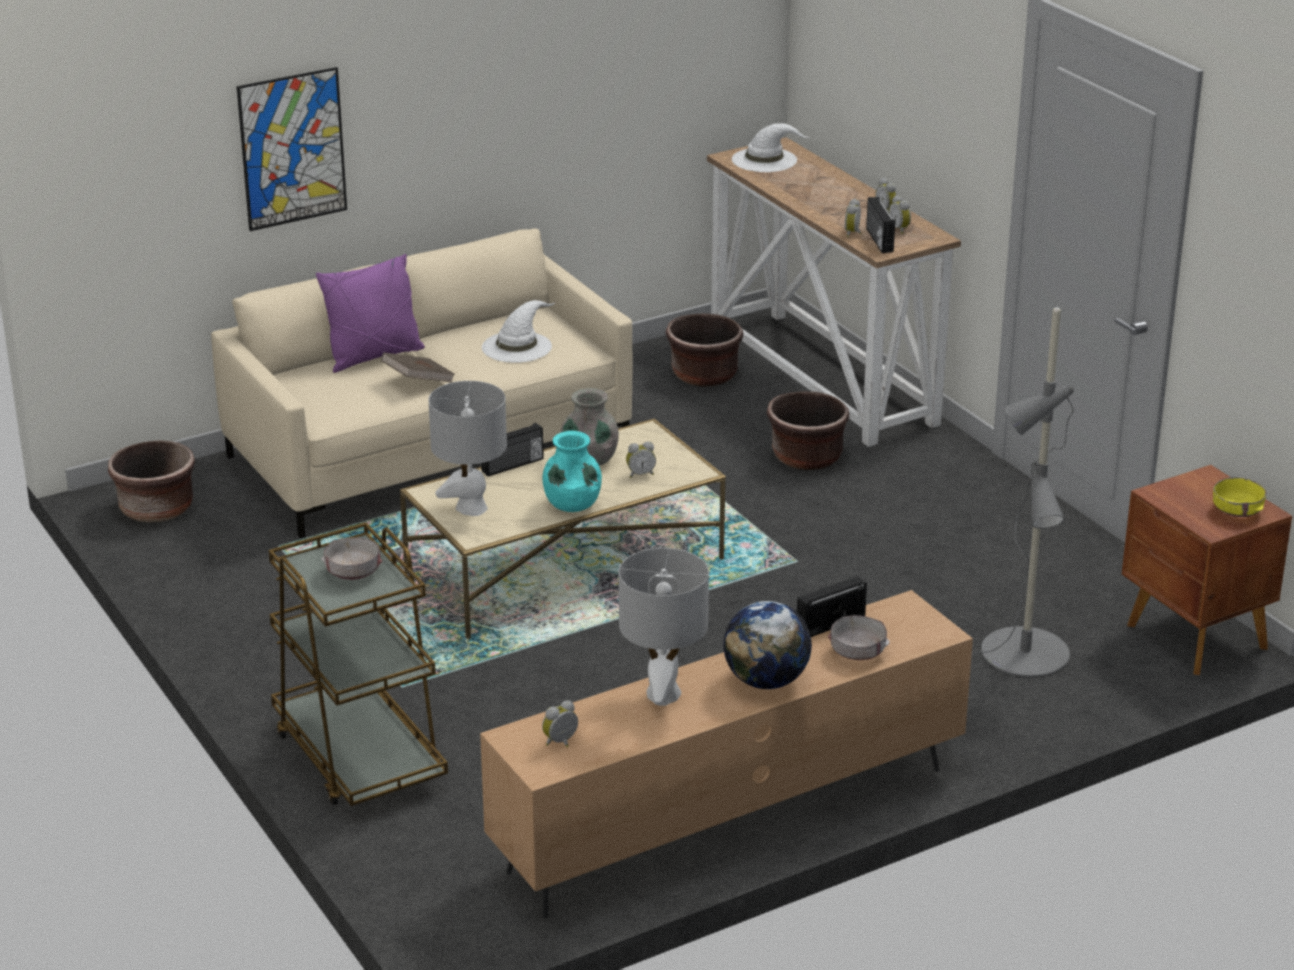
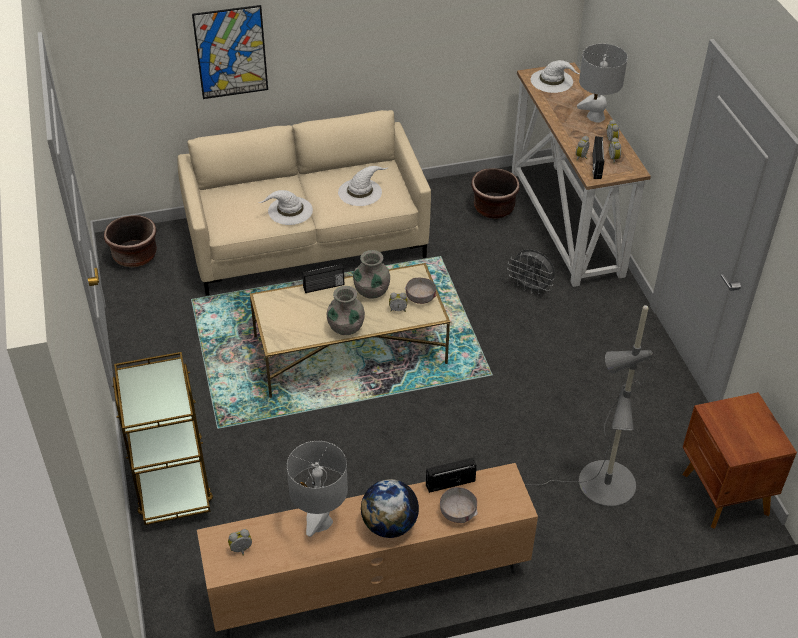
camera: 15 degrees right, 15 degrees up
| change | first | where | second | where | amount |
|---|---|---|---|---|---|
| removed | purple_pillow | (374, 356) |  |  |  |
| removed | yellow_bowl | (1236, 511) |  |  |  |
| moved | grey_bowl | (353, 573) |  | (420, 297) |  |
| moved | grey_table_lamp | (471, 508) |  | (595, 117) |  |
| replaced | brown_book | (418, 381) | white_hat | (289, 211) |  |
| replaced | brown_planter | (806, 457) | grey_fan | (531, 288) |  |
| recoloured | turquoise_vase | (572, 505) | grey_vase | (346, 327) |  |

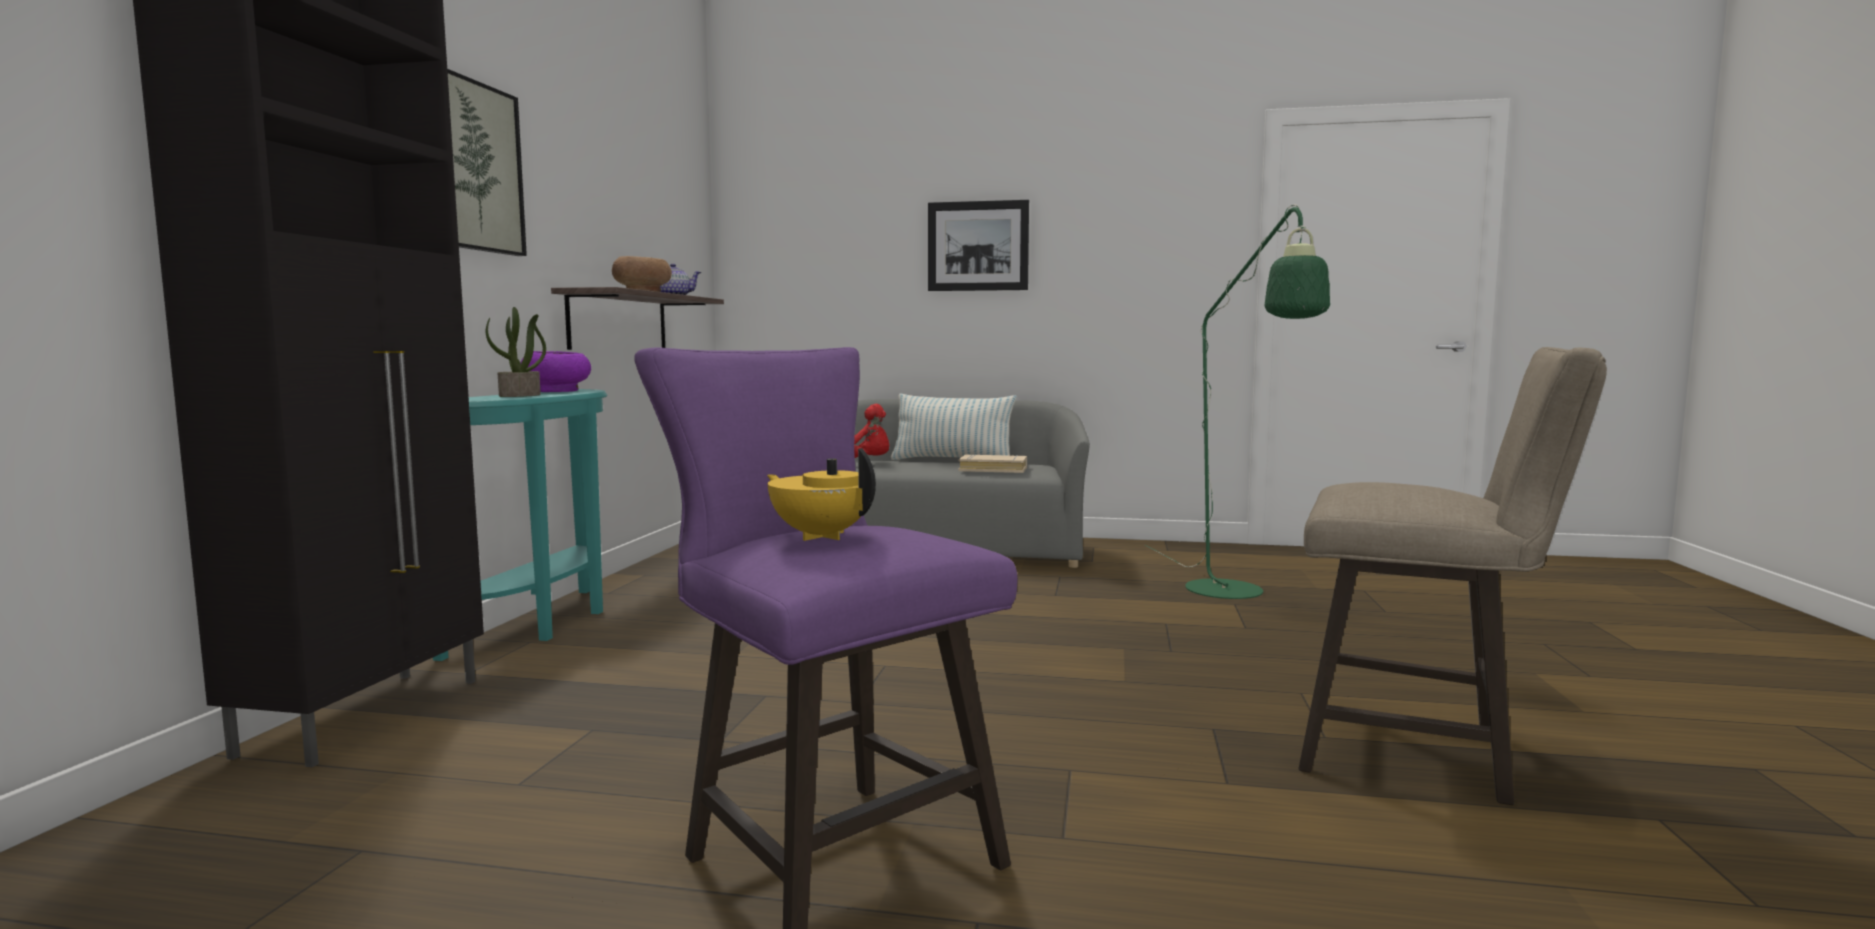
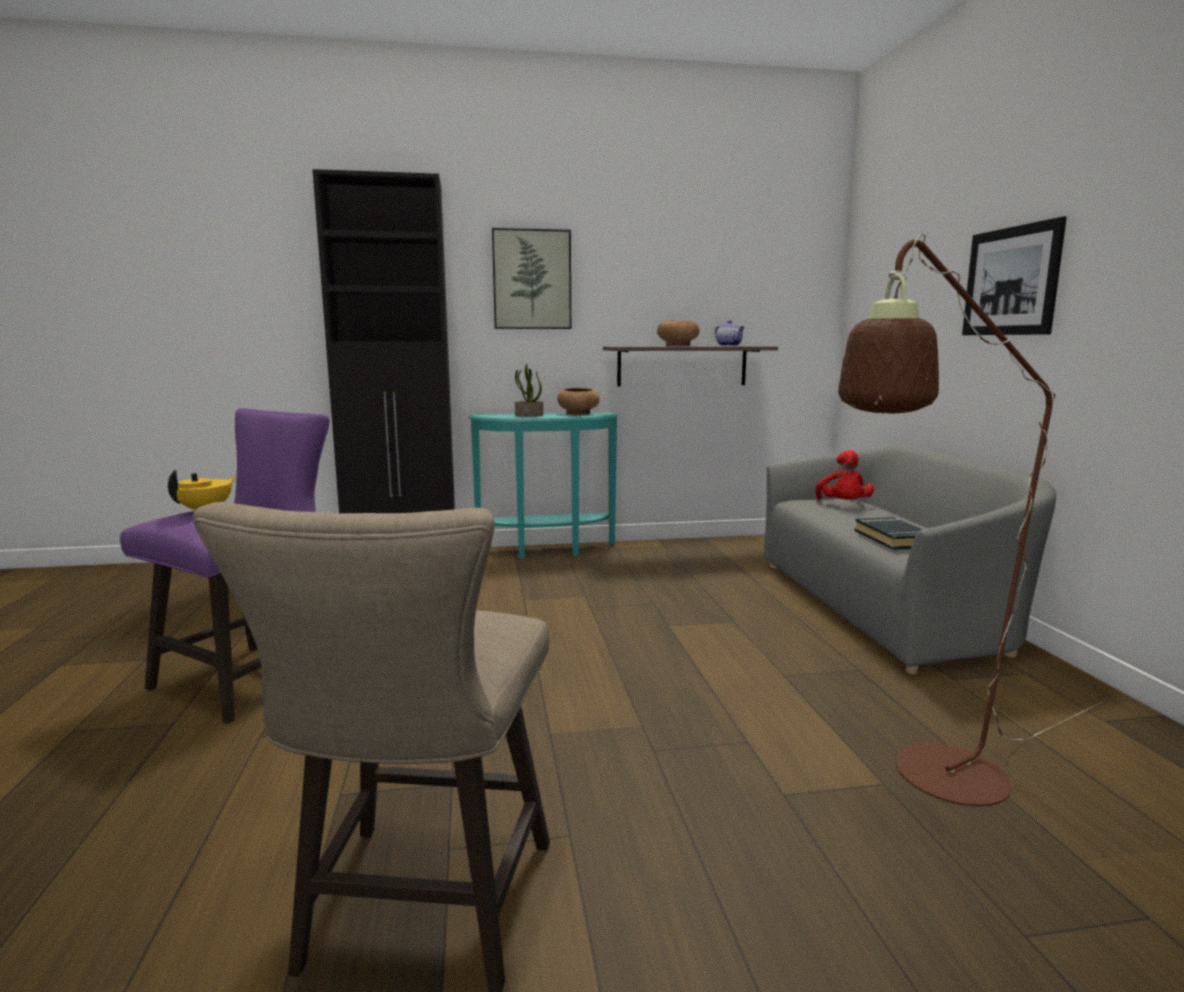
camera: 70 degrees right, 5 degrees up
| change | first | where | second | where | amount |
|---|---|---|---|---|---|
| removed | pillow | (952, 461) |  |  |  |
| recoloured | purple_bowl | (558, 391) | brown_bowl | (578, 414) |  |
| recoloured | beige_book | (993, 469) | black_book | (893, 539) |  |
| recoloured | green_floor_lamp | (1234, 594) | brown_floor_lamp | (934, 782) |  |

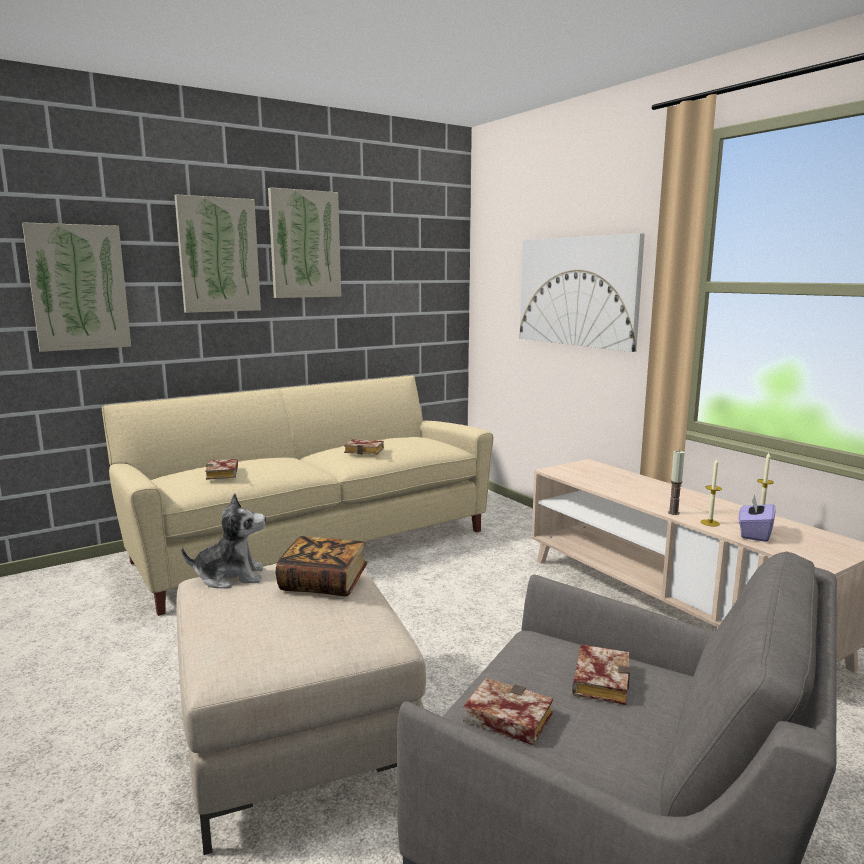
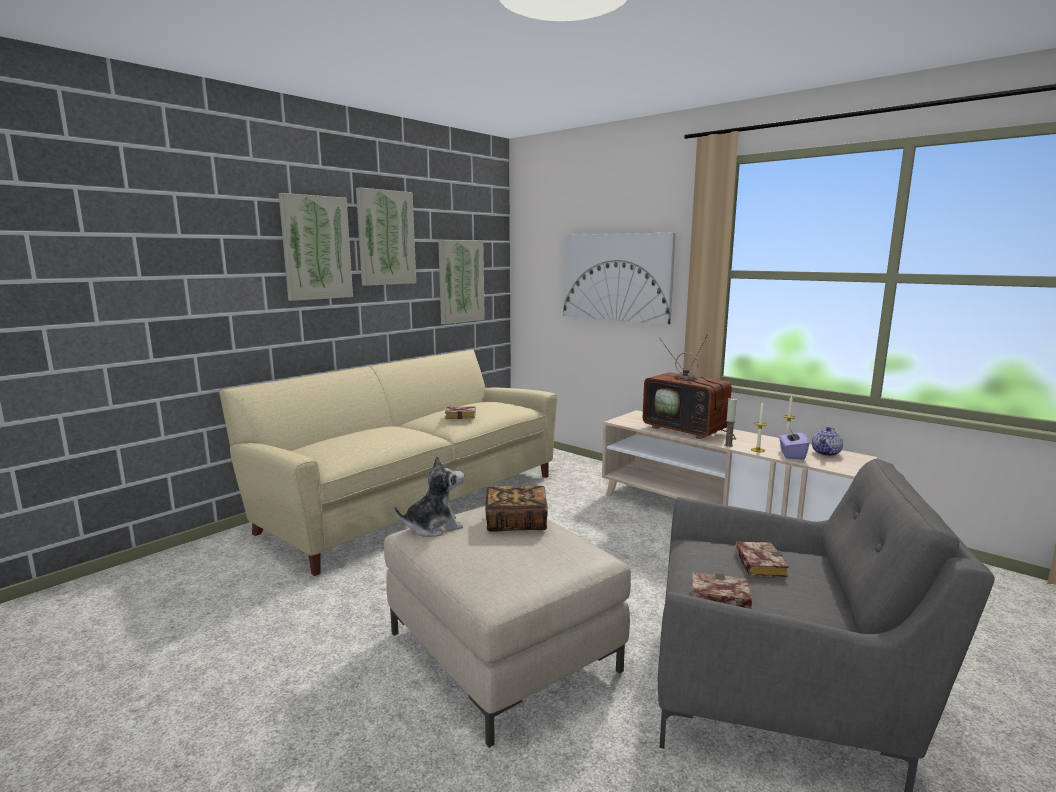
camera: 15 degrees left, 0 degrees up
| change | first | where | second | where | amount |
|---|---|---|---|---|---|
| removed | book | (223, 474) |  |  |  |
| added |  |  | television | (688, 430) |  |
| added |  |  | teapot | (826, 453) |  |
| moved | picture | (78, 287) |  | (460, 281) |  |

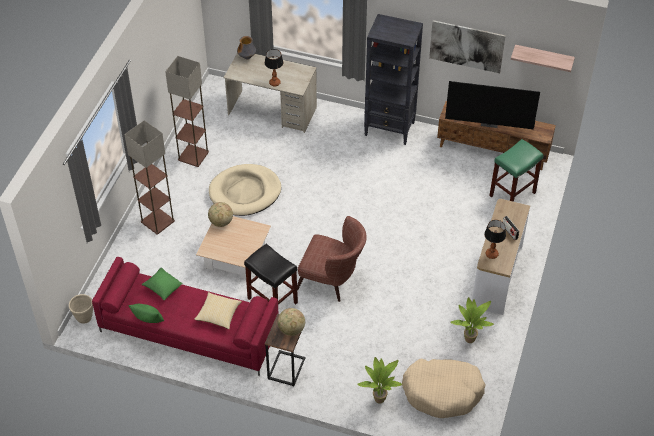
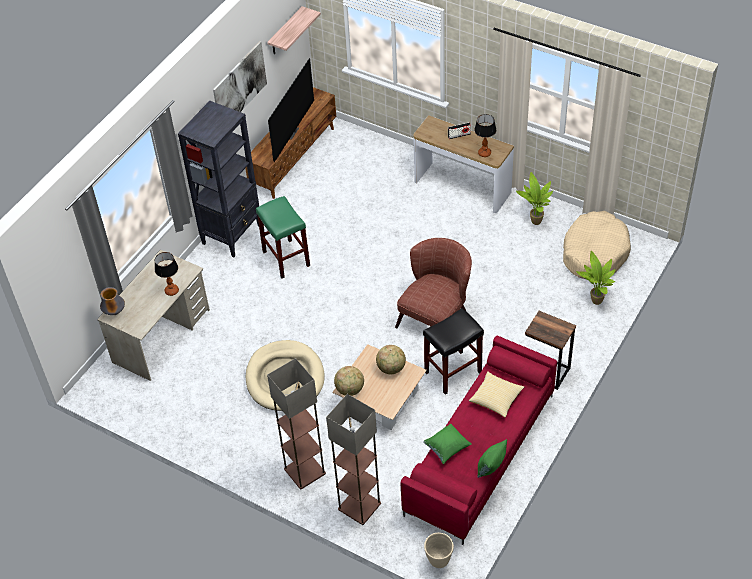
camera: 75 degrees left, 0 degrees up
| change | first | where | second | where | amount |
|---|---|---|---|---|---|
| moved | floor_lamp | (193, 155) |  | (358, 506) |  |
| moved | globe | (291, 330) |  | (391, 368) |  |
| moved | green_stool | (512, 194) |  | (285, 258) |  |

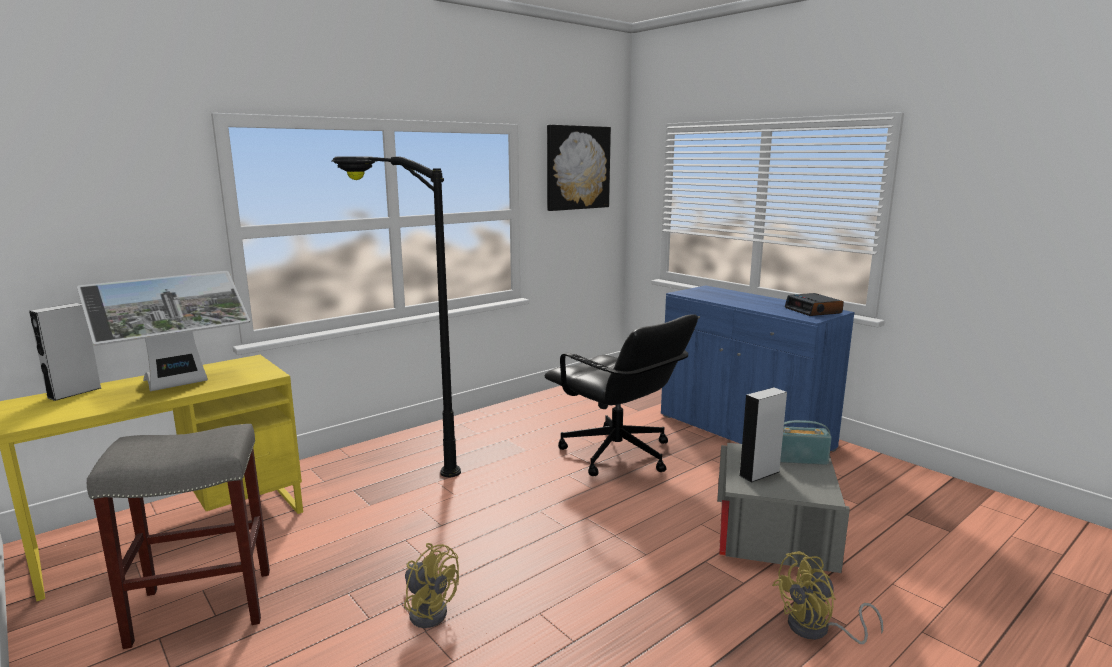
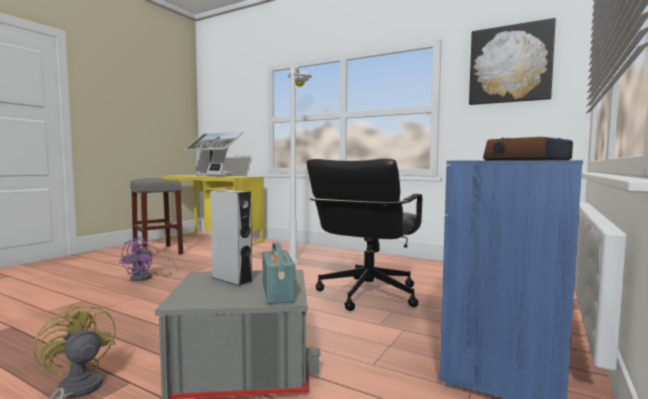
camera: 70 degrees right, 10 degrees down
| change | first | where | second | where | amount |
|---|---|---|---|---|---|
| recoloured | black_floor_lamp | (397, 462) | white_floor_lamp | (298, 252) |  |
| recoloured | yellow_fan | (429, 610) | purple_fan | (146, 278) |  |

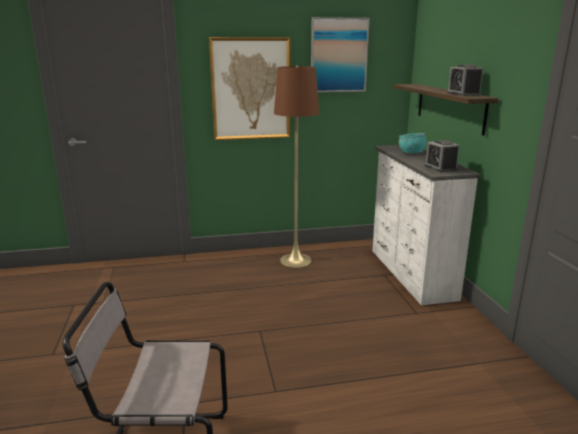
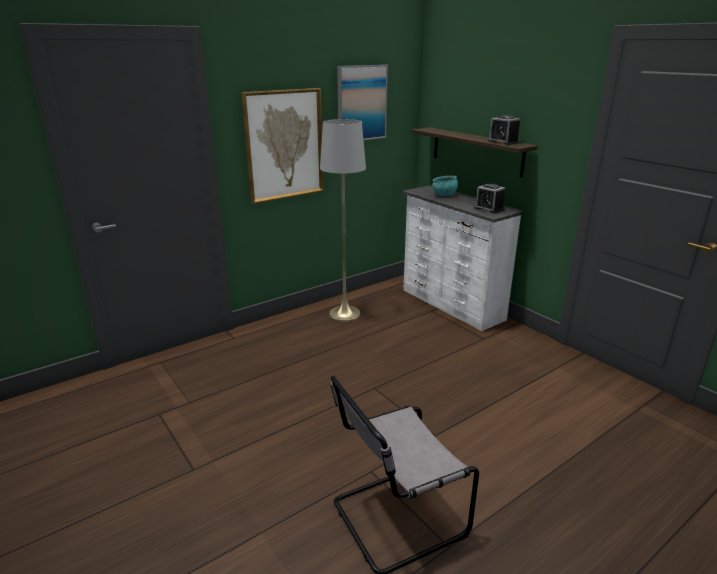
camera: 25 degrees left, 5 degrees up
| change | first | where | second | where | amount |
|---|---|---|---|---|---|
| recoloured | brown_floor_lamp | (295, 261) | grey_floor_lamp | (344, 314) |  |

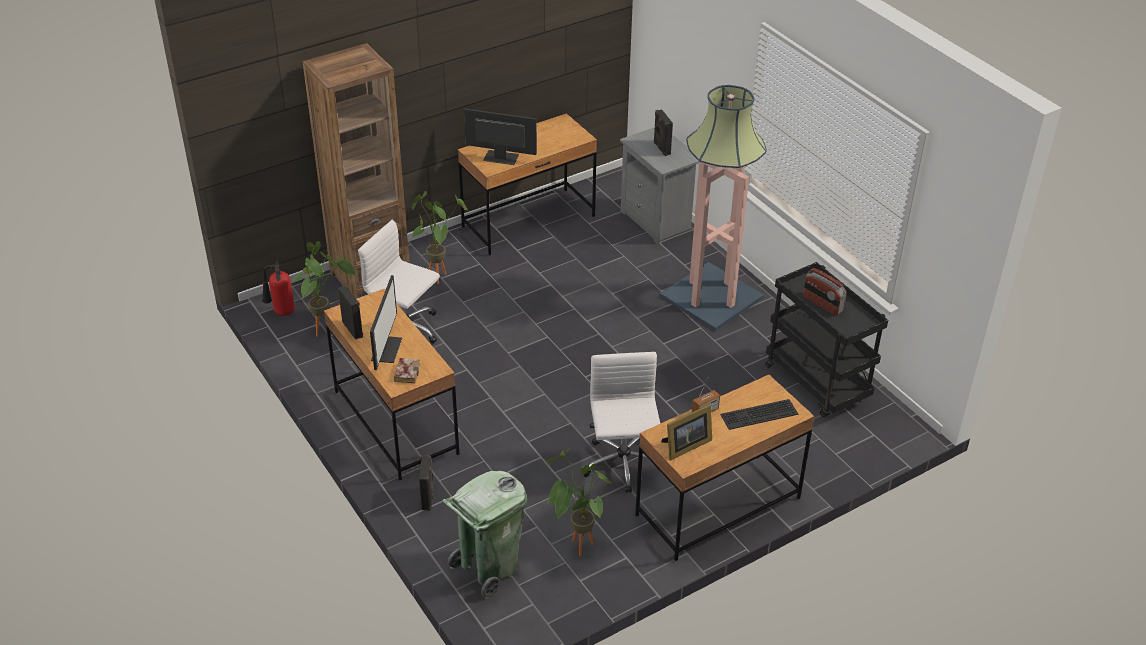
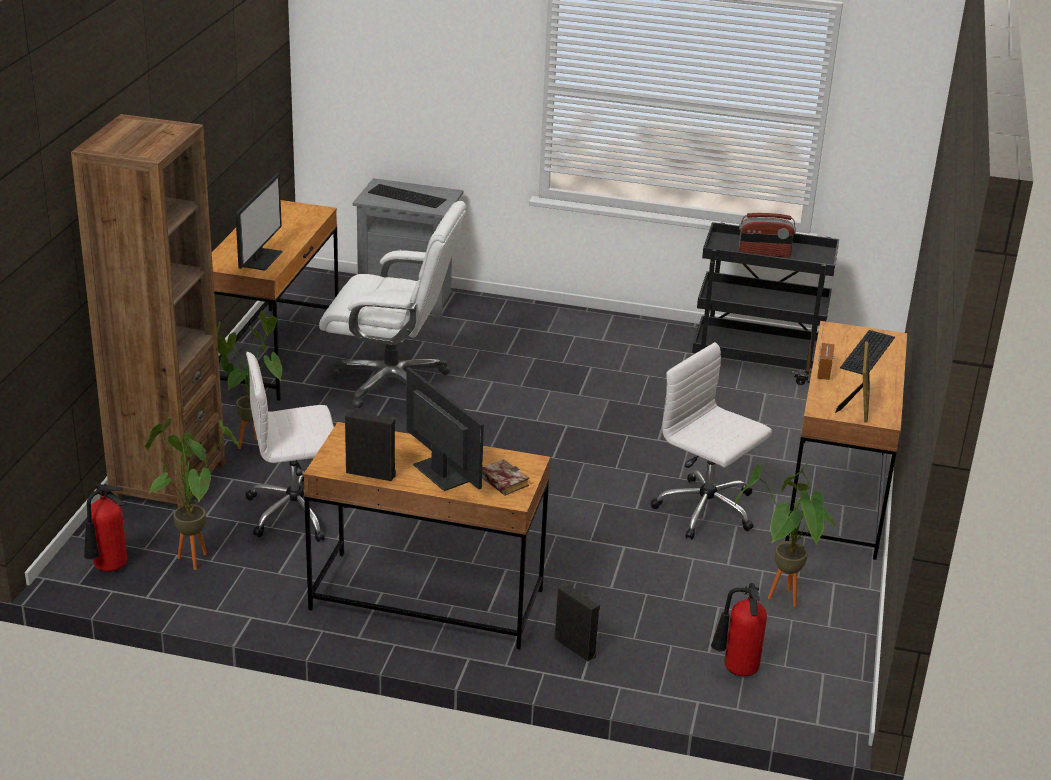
camera: 45 degrees left, 10 degrees down
| change | first | where | second | where | amount |
|---|---|---|---|---|---|
| removed | floor_lamp | (712, 297) |  |  |  |
| added |  |  | white_office_chair | (392, 382) |  |
| replaced | green_trash_can | (488, 568) | fire_extinguisher | (735, 670) |  |
| replaced | black_speaker | (661, 148) | keyboard | (408, 196) |  |
| turned | monitor | (500, 158) |  | (260, 258) | 135 degrees clockwise |

